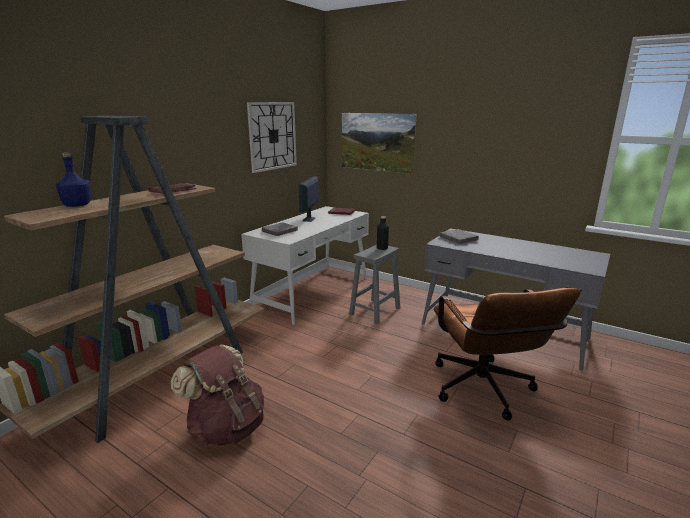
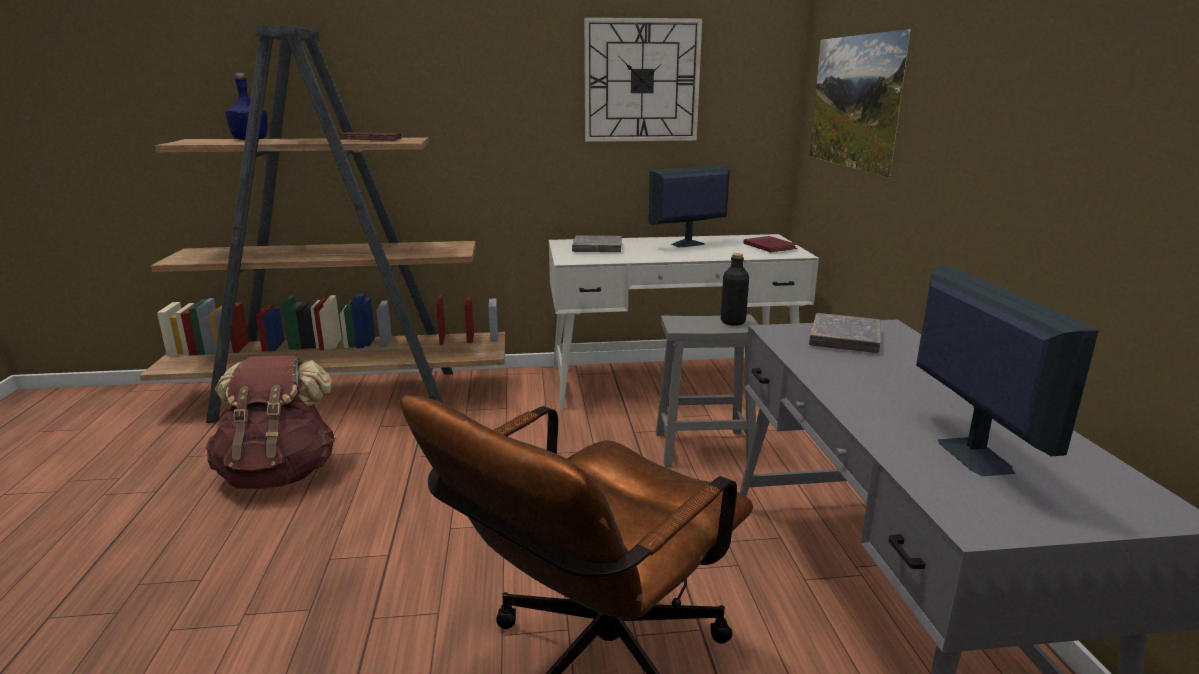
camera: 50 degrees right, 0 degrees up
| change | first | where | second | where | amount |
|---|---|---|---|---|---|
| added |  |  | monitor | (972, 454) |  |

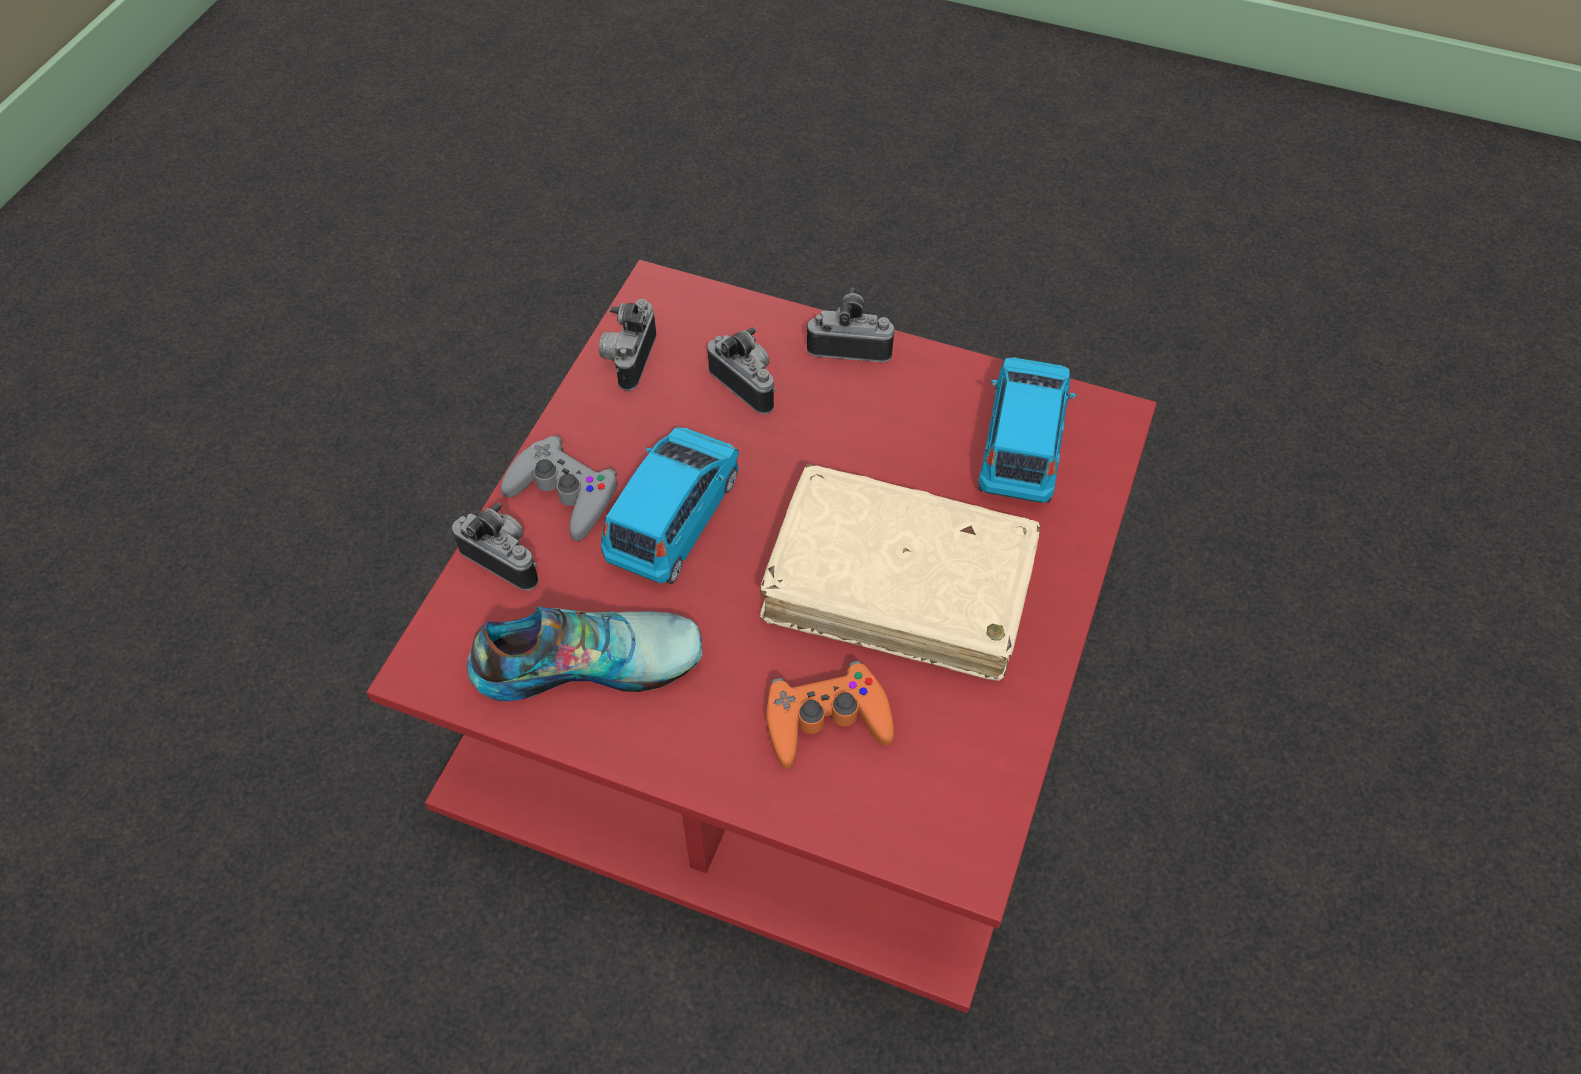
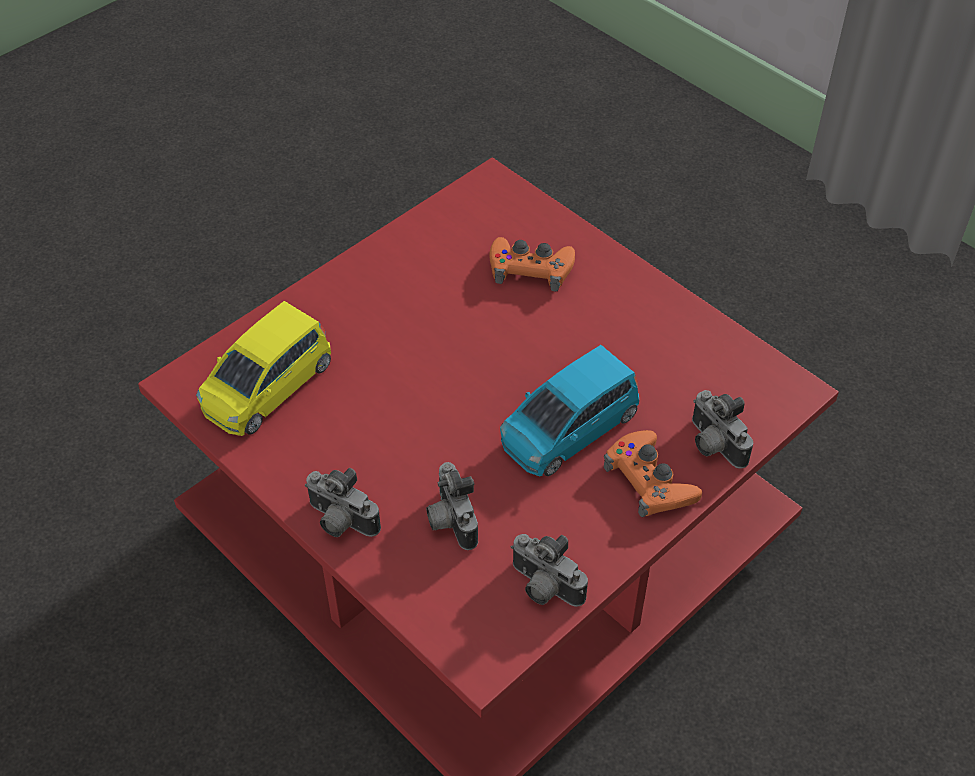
camera: 155 degrees left, 5 degrees down
| change | first | where | second | where | amount |
|---|---|---|---|---|---|
| removed | shoe | (587, 659) |  |  |  |
| removed | beige_book | (899, 585) |  |  |  |
| recoloured | grey_game_controller | (564, 494) | orange_game_controller | (649, 481) |  |
| recoloured | blue_toy_car | (1022, 444) | yellow_toy_car | (267, 388) |  |
| turned | photo_camera | (629, 359) |  | (543, 588) | 90 degrees clockwise |

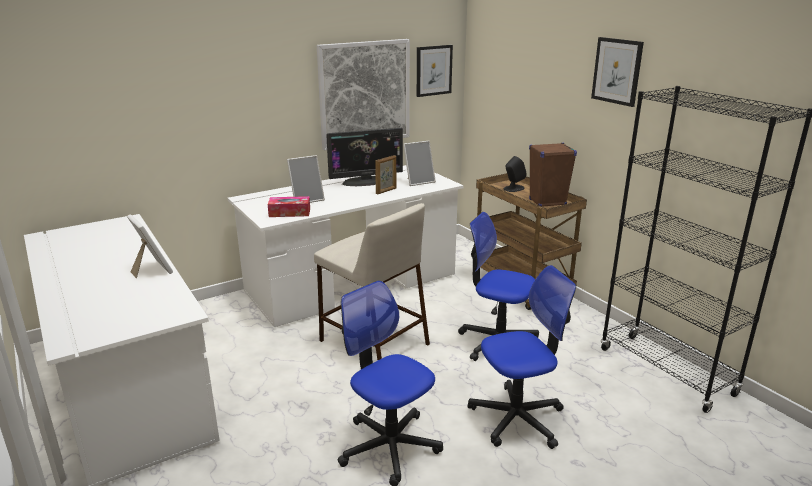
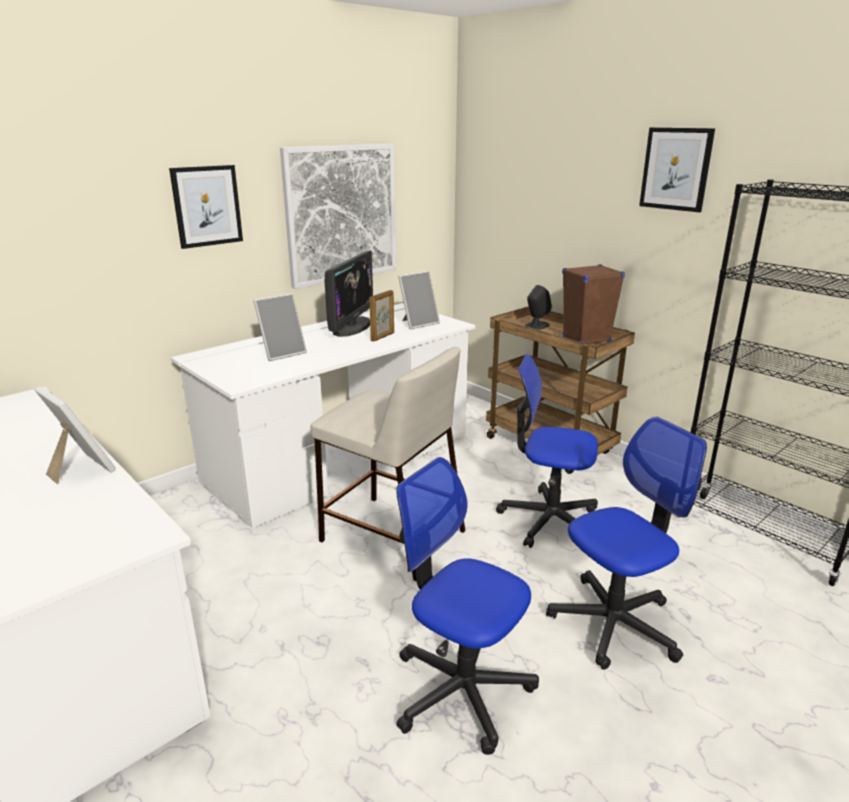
camera: 10 degrees left, 0 degrees up
| change | first | where | second | where | amount |
|---|---|---|---|---|---|
| removed | tissue_box | (289, 213) |  |  |  |
| moved | picture | (433, 70) |  | (207, 206) |  |
| turned | monitor | (366, 181) |  | (351, 327) | 45 degrees counterclockwise |

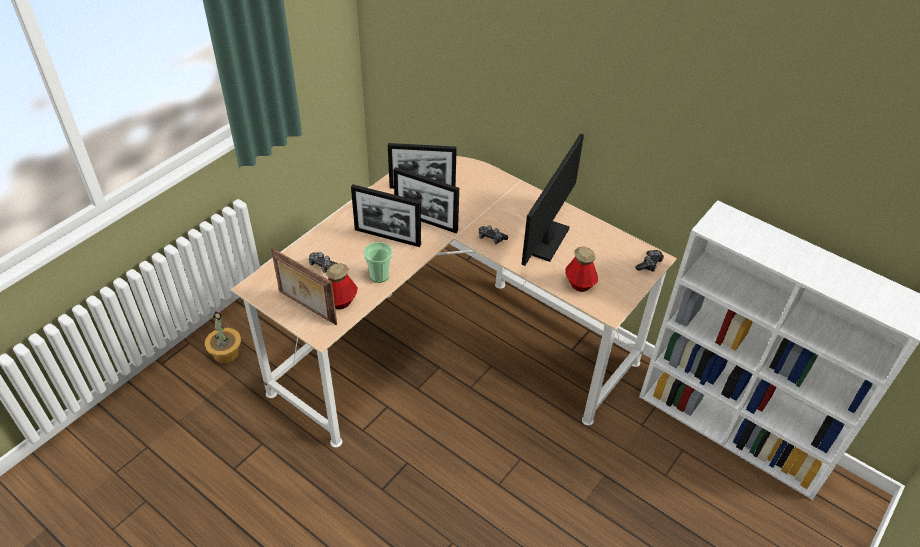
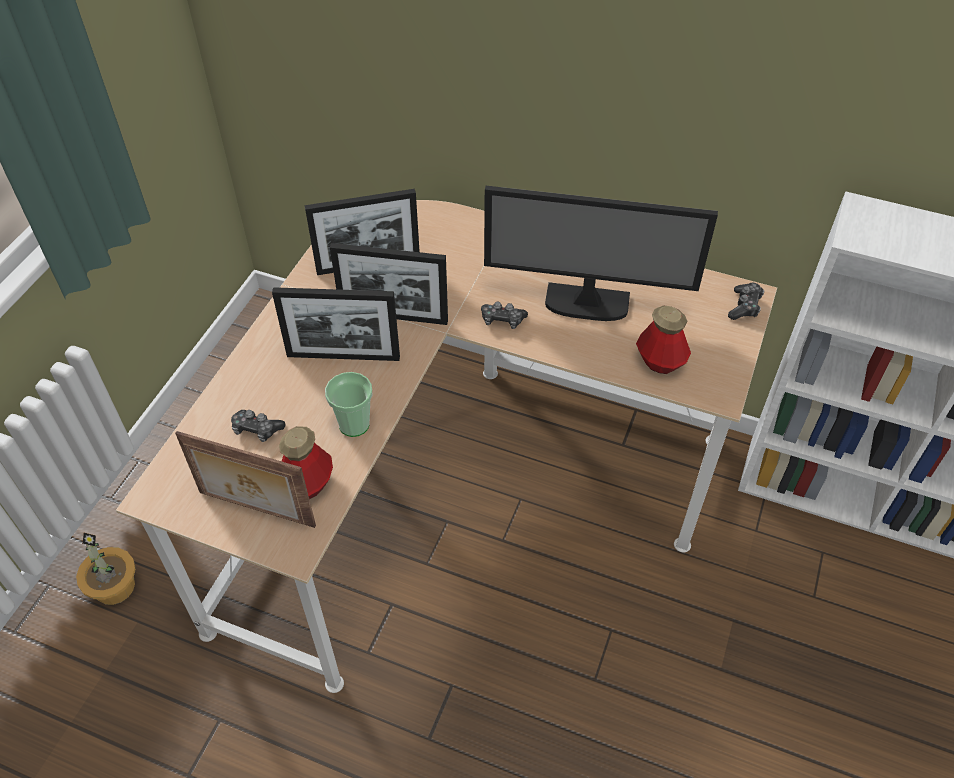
camera: 15 degrees left, 5 degrees up
| change | first | where | second | where | amount |
|---|---|---|---|---|---|
| turned | monitor | (547, 240) |  | (586, 304) | 90 degrees counterclockwise |

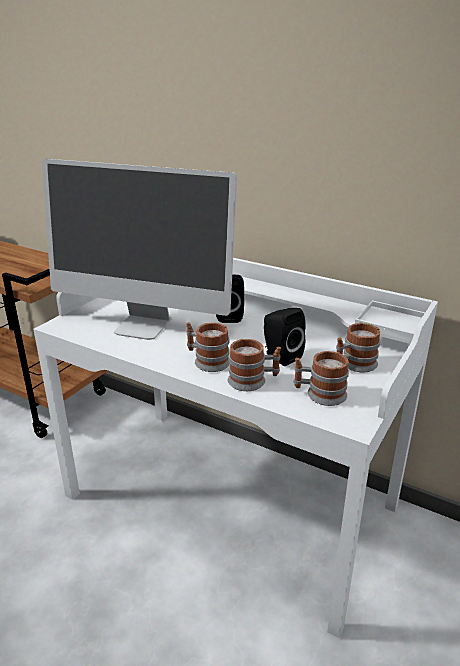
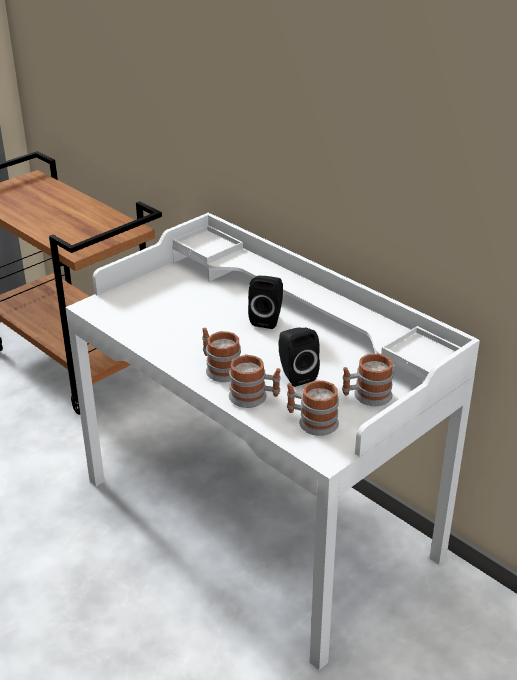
camera: 15 degrees right, 5 degrees up
| change | first | where | second | where | amount |
|---|---|---|---|---|---|
| removed | monitor | (143, 326) |  |  |  |

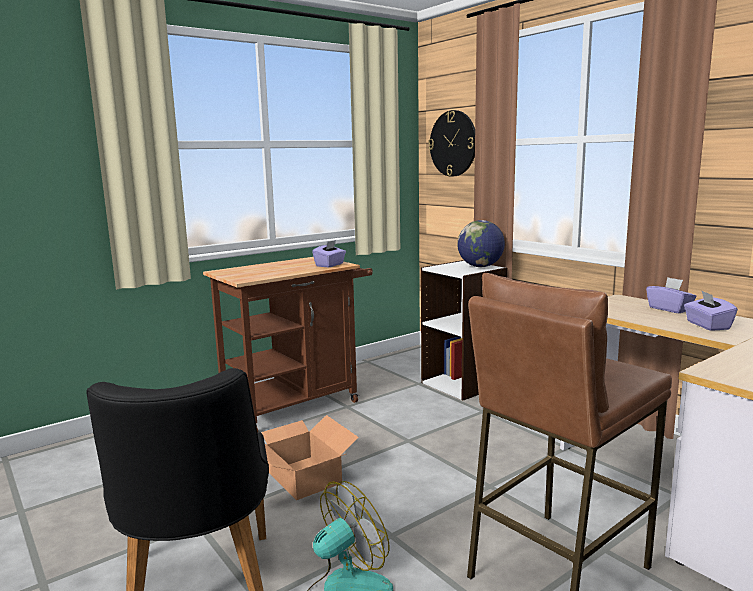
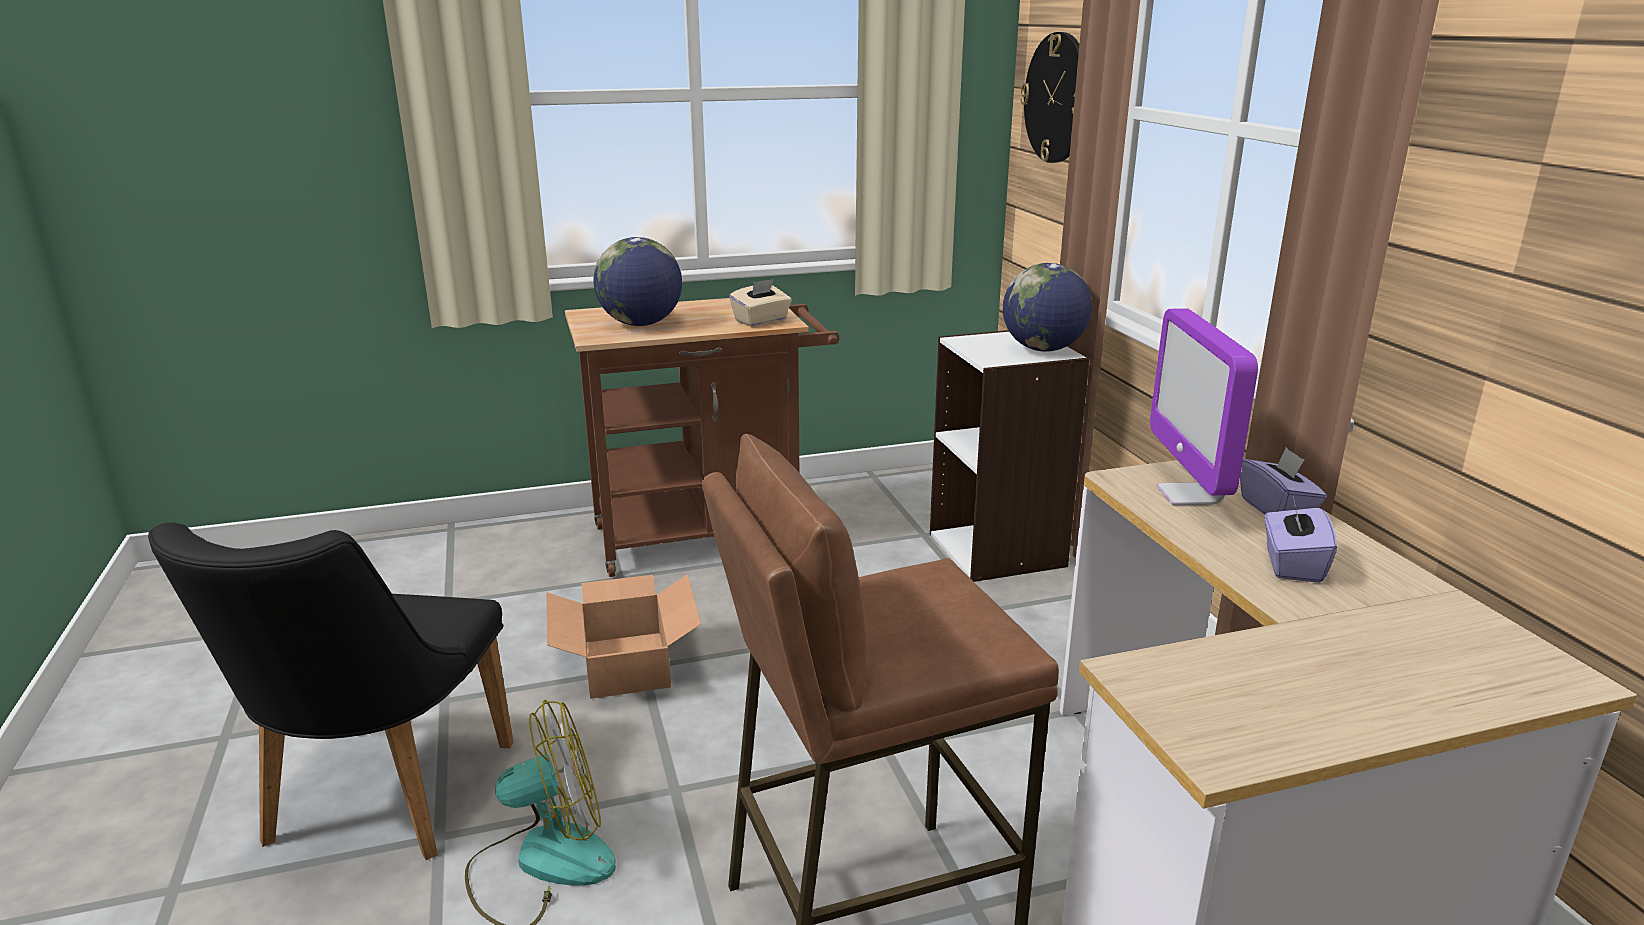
camera: 20 degrees right, 10 degrees up
| change | first | where | second | where | amount |
|---|---|---|---|---|---|
| added |  |  | globe | (641, 324) |  |
| added |  |  | monitor | (1189, 495) |  |
| recoloured | purple_tissue_box | (330, 265) | beige_tissue_box | (761, 321) |  |

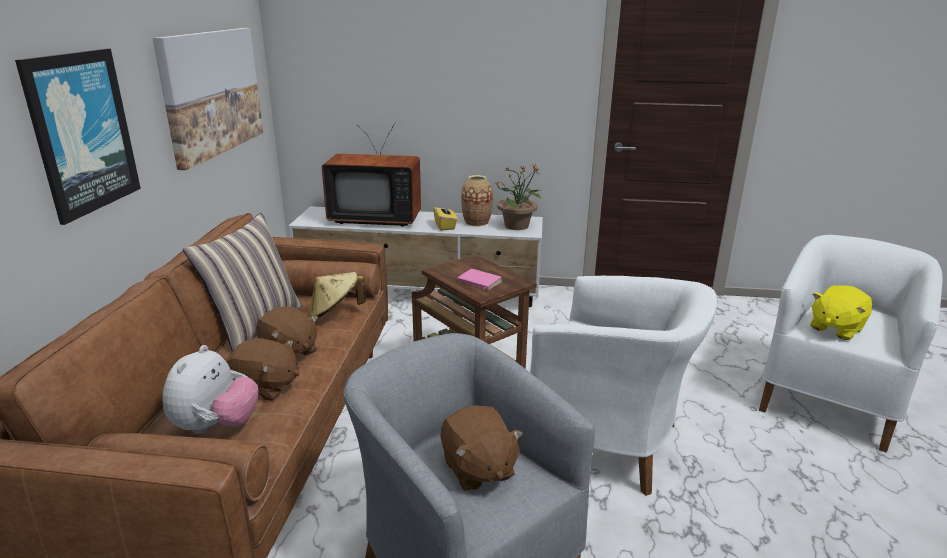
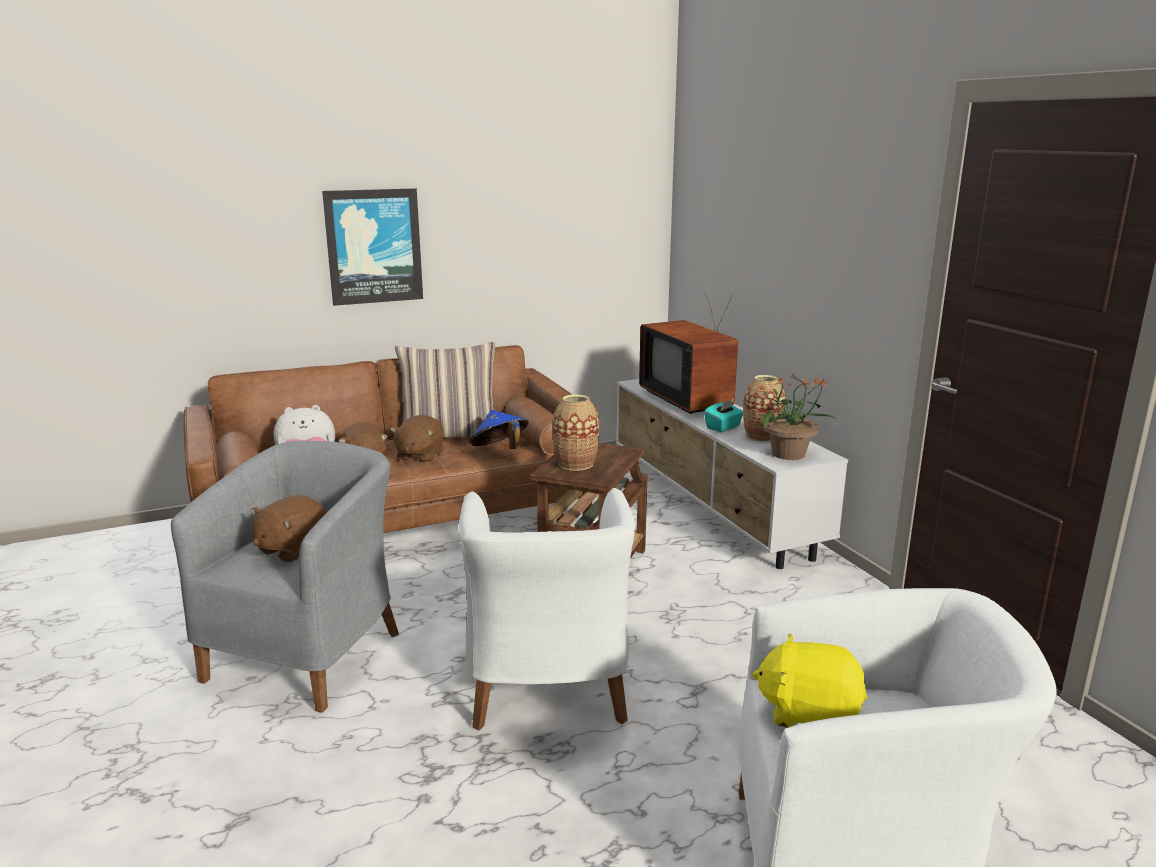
camera: 60 degrees right, 5 degrees down
| change | first | where | second | where | amount |
|---|---|---|---|---|---|
| removed | picture | (212, 92) |  |  |  |
| replaced | pink_book | (478, 282) | vase | (575, 464) |  |
| recoloured | beige_hat | (335, 313) | blue_hat | (499, 450) |  |
| recoloured | yellow_tissue_box | (445, 226) | turquoise_tissue_box | (723, 427) |  |

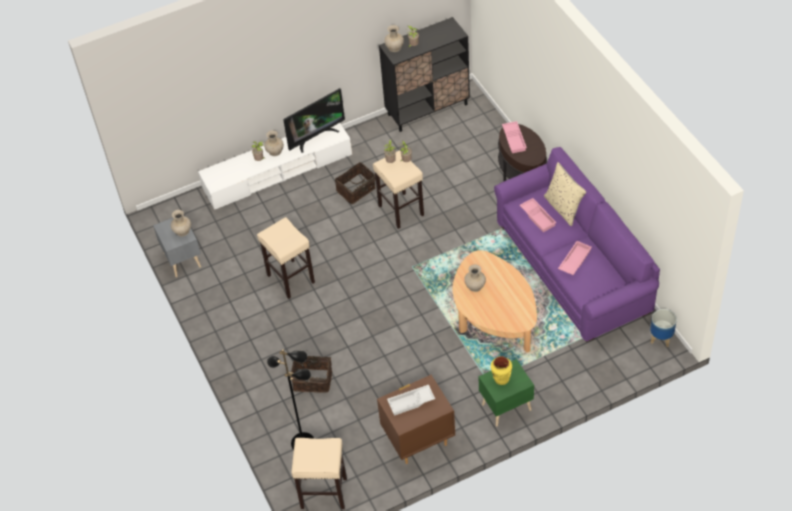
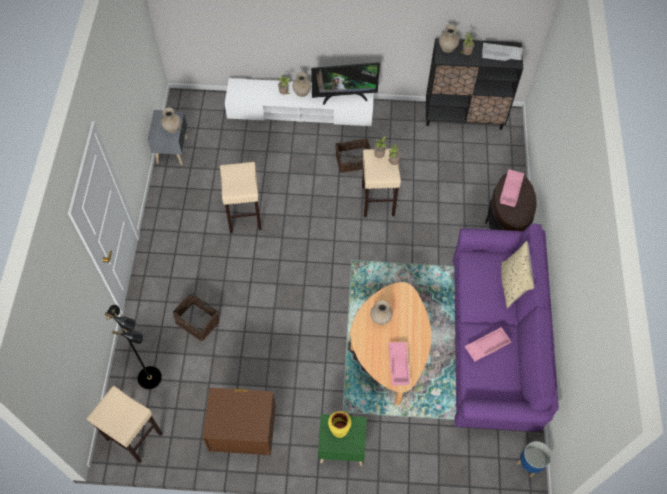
camera: 25 degrees right, 10 degrees up
| change | first | where | second | where | amount |
|---|---|---|---|---|---|
| moved | white_tray | (411, 402) |  | (500, 55) |  |
| moved | pink_tray | (538, 217) |  | (399, 365) |  |

